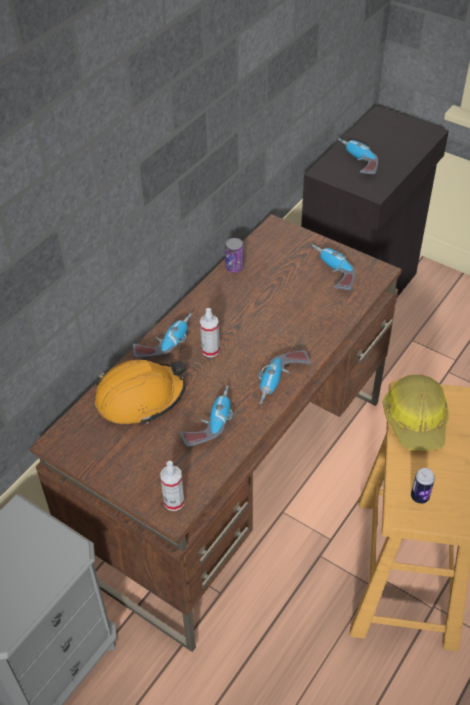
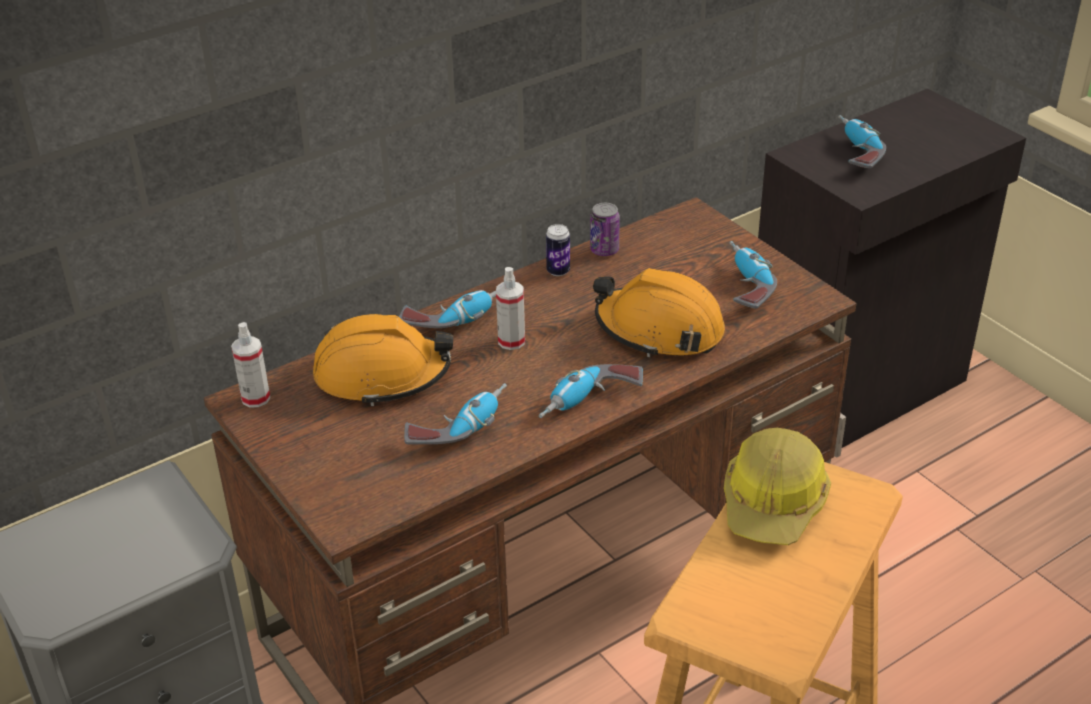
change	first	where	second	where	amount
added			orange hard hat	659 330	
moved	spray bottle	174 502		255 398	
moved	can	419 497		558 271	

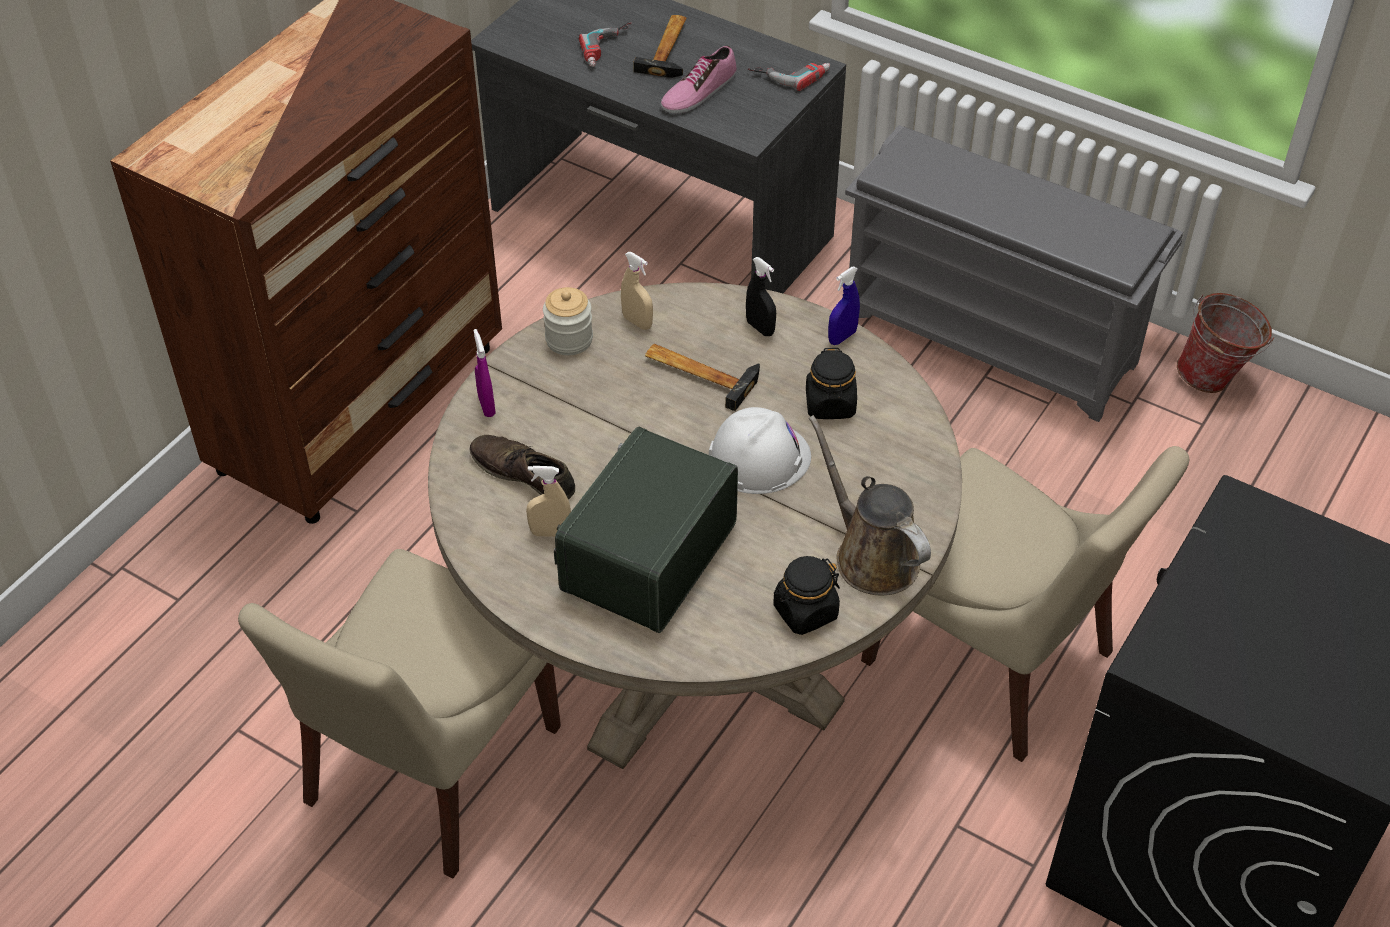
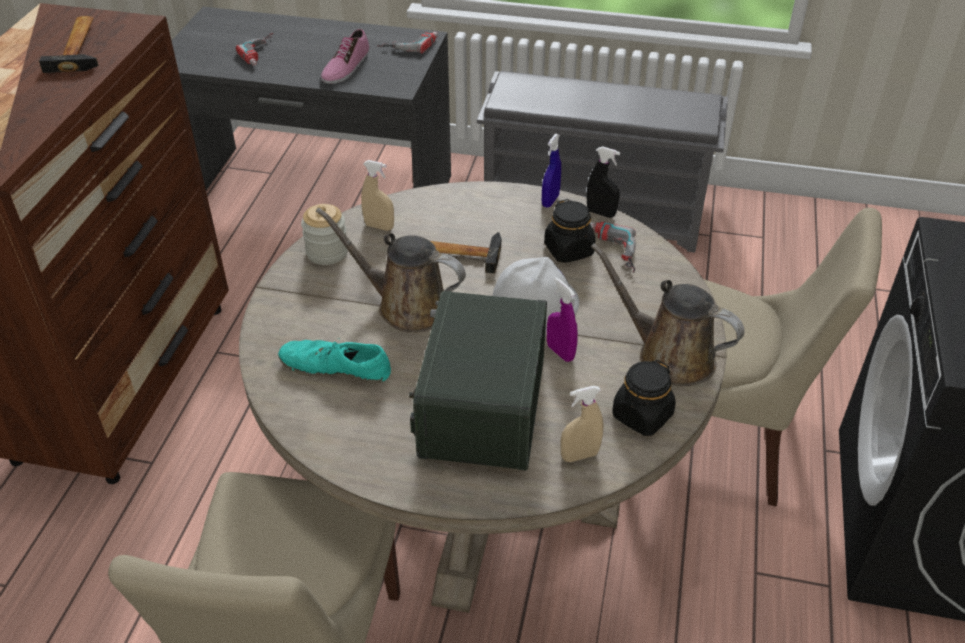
change	first	where	second	where	amount
removed	bucket	1215 379			
added			brown watering can	406 306	
added			power drill	608 251	
moved	purple spray bottle	486 406		560 352	
moved	beige spray bottle	550 533		579 455	
moved	hammer	669 48		80 46	
moved	black spray bottle	760 328		601 213	
recoloured	brown shoe	523 474	turquoise shoe	335 367	

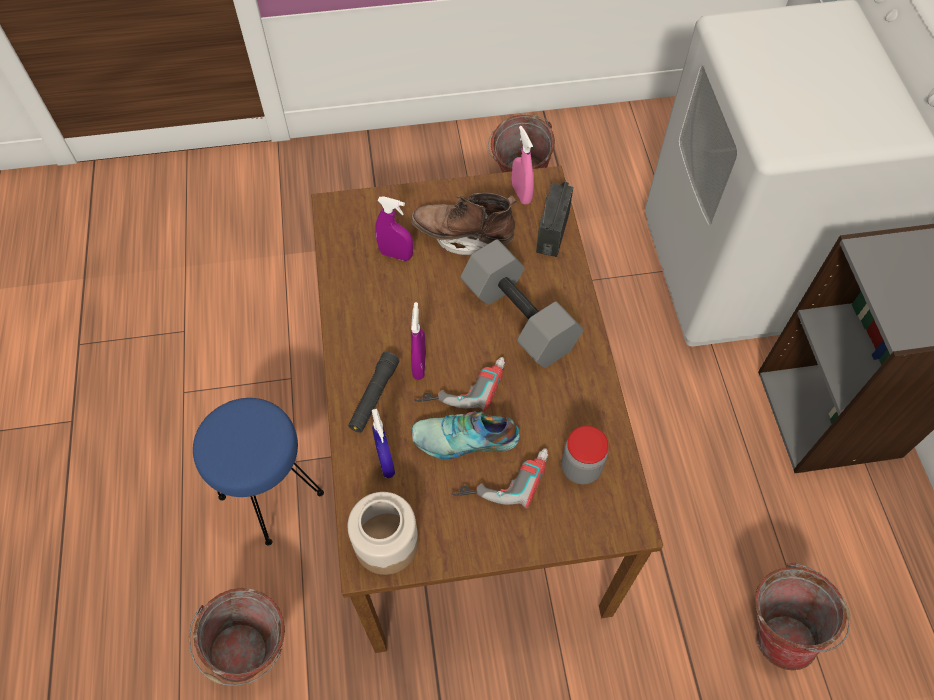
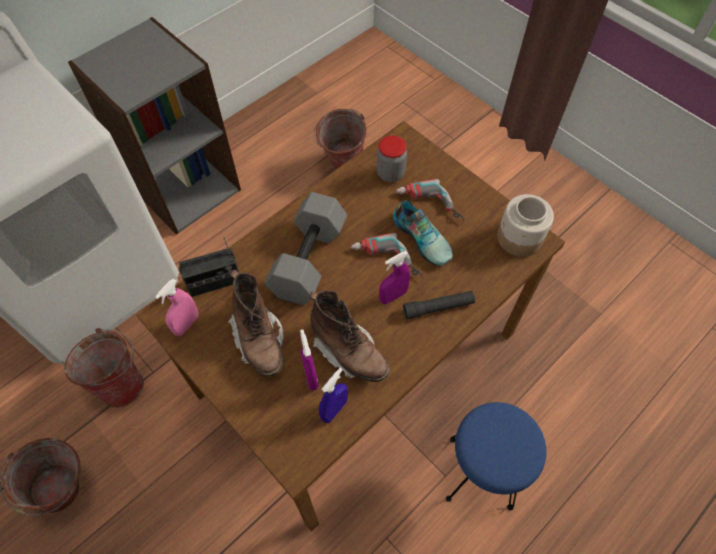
change	first	where	second	where	amount
added			brown boot	348 351	
moved	bucket	255 653		120 381	
moved	blue spray bottle	385 462		334 409	

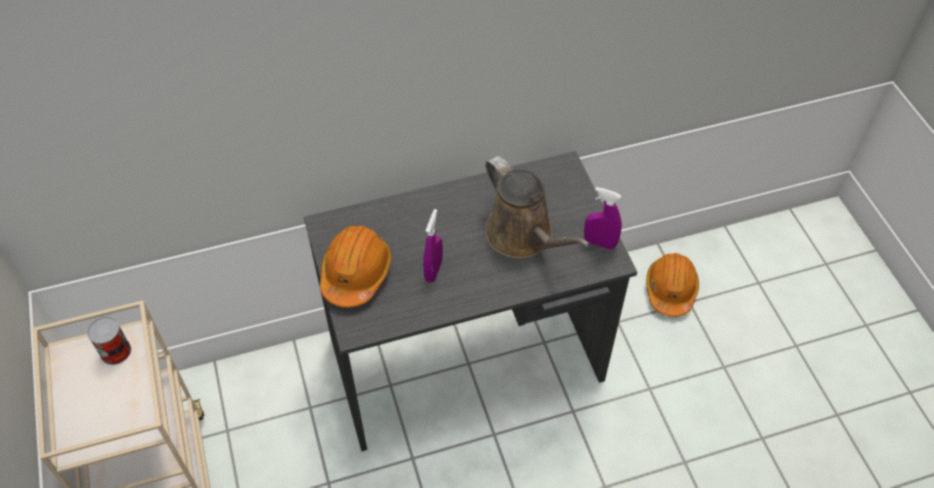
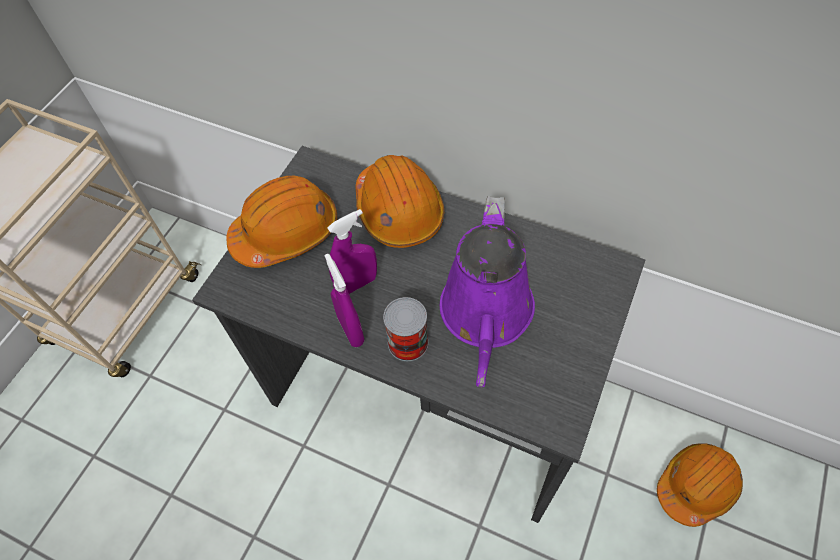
change	first	where	second	where	amount
added			orange hard hat	399 210	
moved	can	115 351		408 342	
moved	purple spray bottle	599 243		351 330	
recoloured	brown watering can	523 236	purple watering can	486 316	

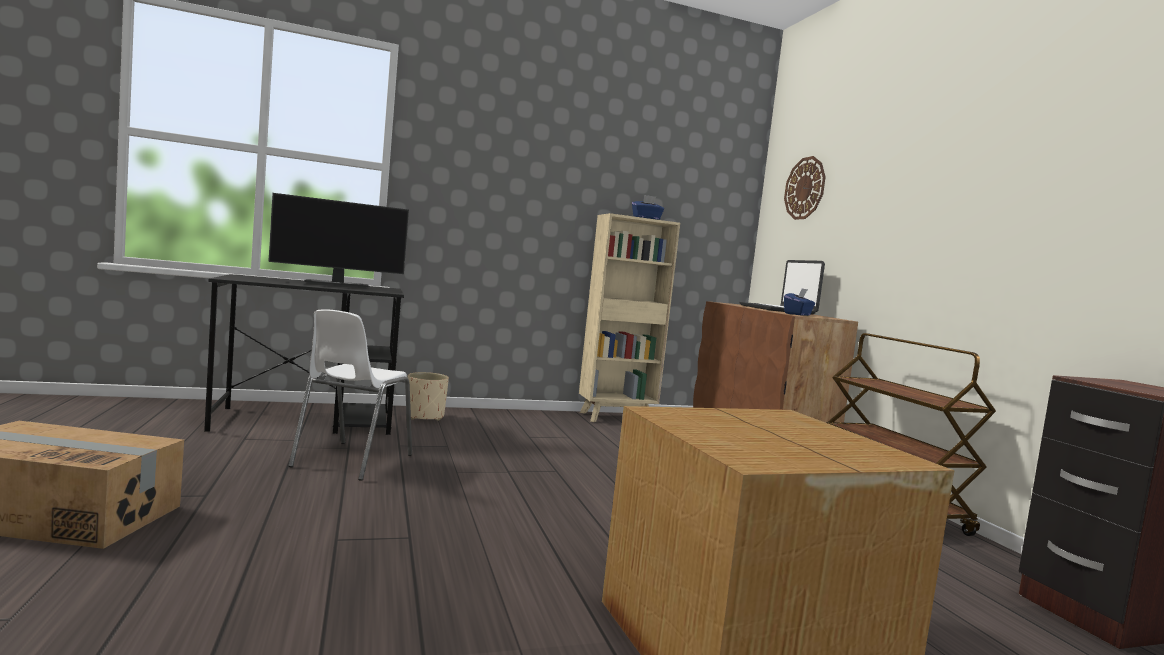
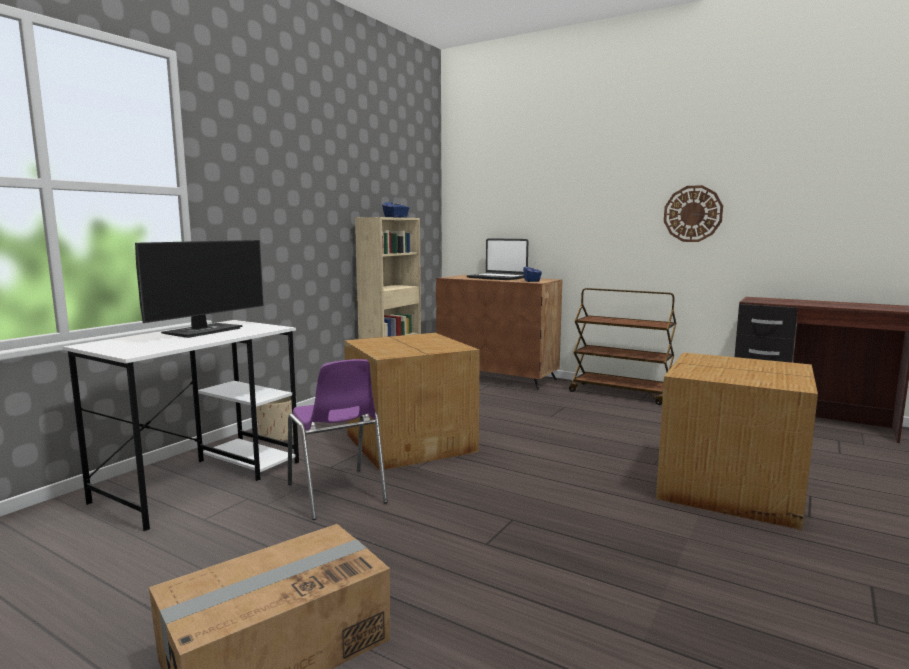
change	first	where	second	where	amount
added			cardboard box	411 442	
moved	wall clock	805 188		692 214	
recoloured	black desk	307 421	white desk	202 480	
recoloured	white chair	351 461	purple chair	337 494	

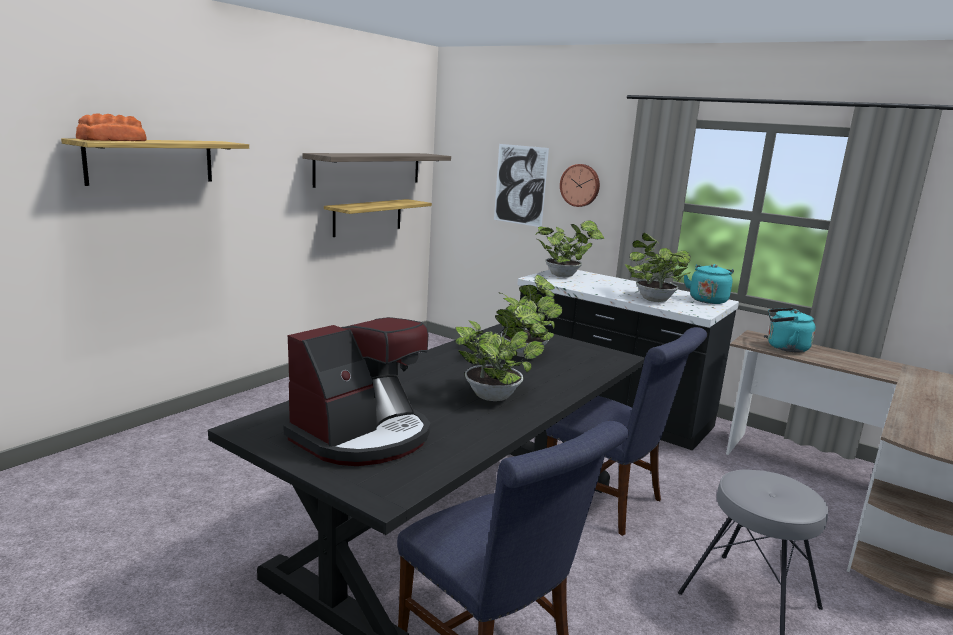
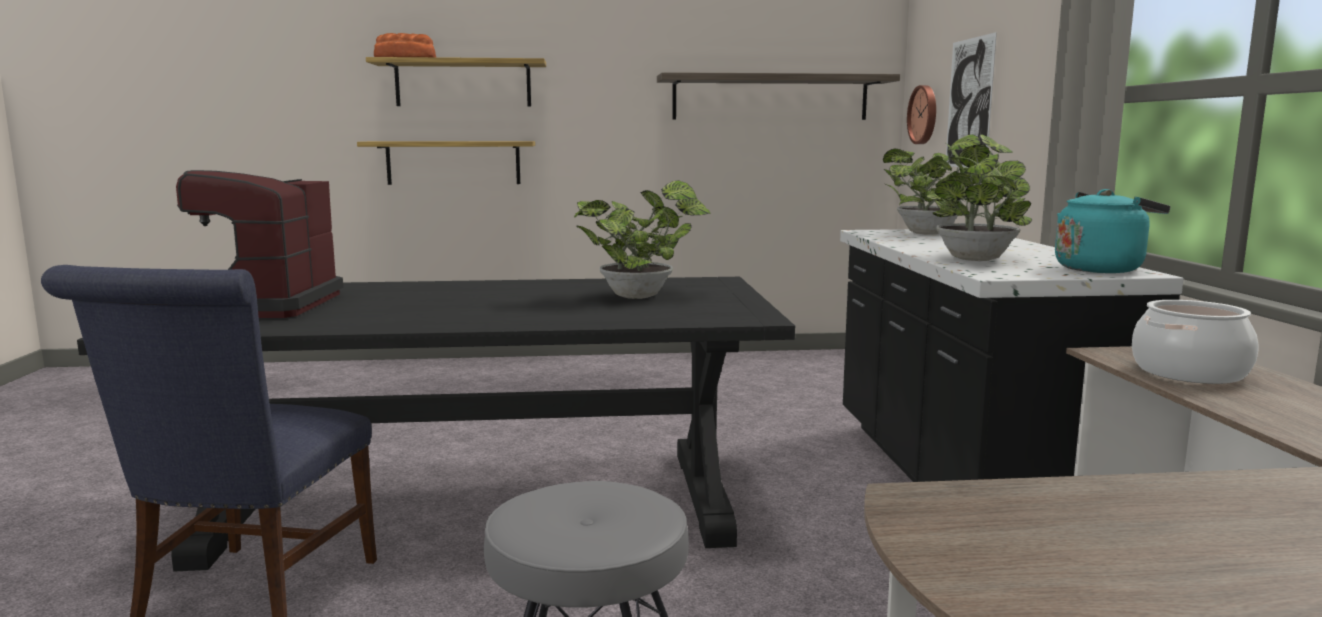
change	first	where	second	where	amount
removed	potted plant	496 395			
removed	blue chair	609 502			
moved	shelf	368 217		453 162	
moved	wall clock	580 185		924 115	
replaced	turquoise kettle	784 347	cooking pot	1189 372	
turned	coffee machine	362 437		262 305	90 degrees clockwise

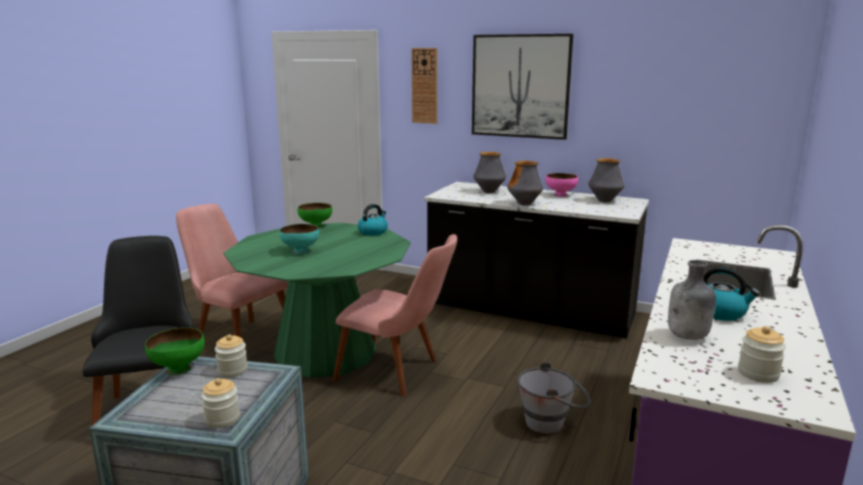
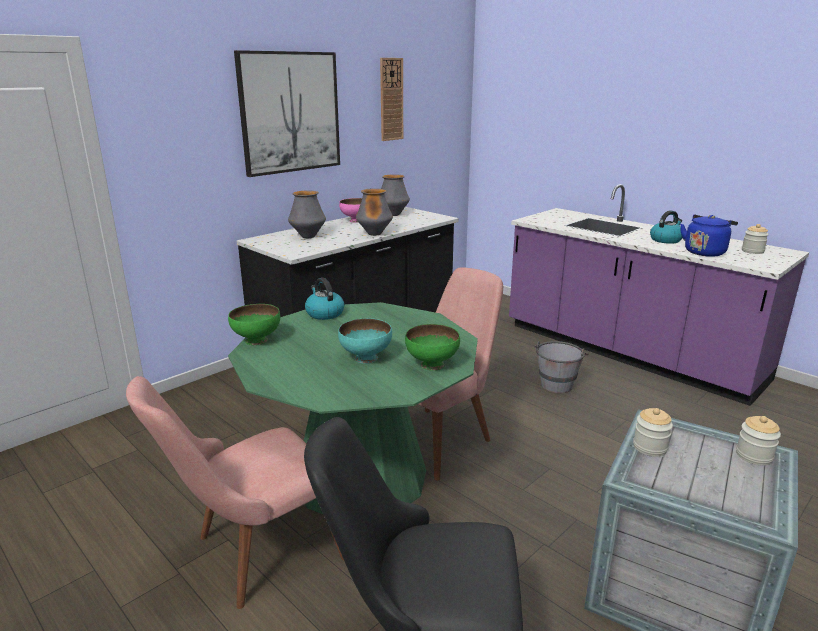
change	first	where	second	where	amount
moved	green bowl	179 368		432 364	
moved	wall clock	424 86		391 99	
replaced	grey bottle	688 336	blue kettle	705 252	

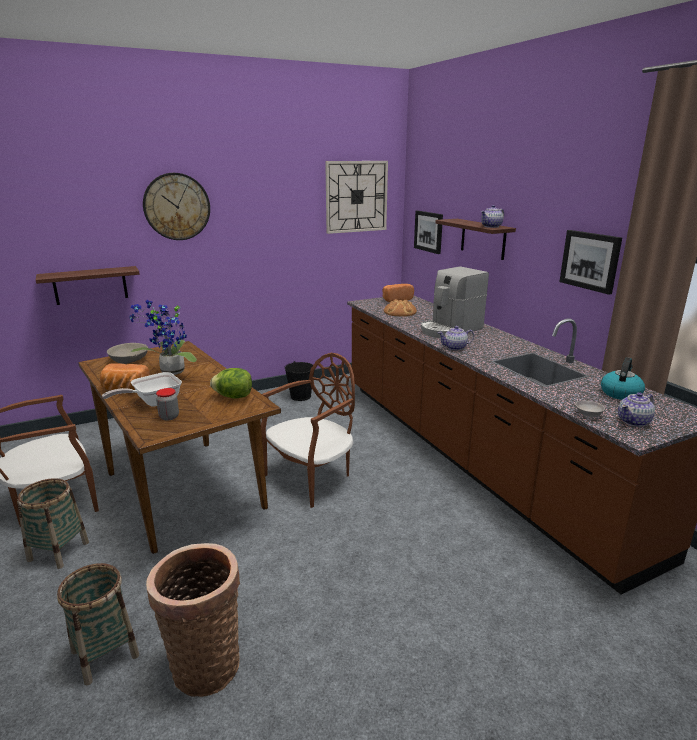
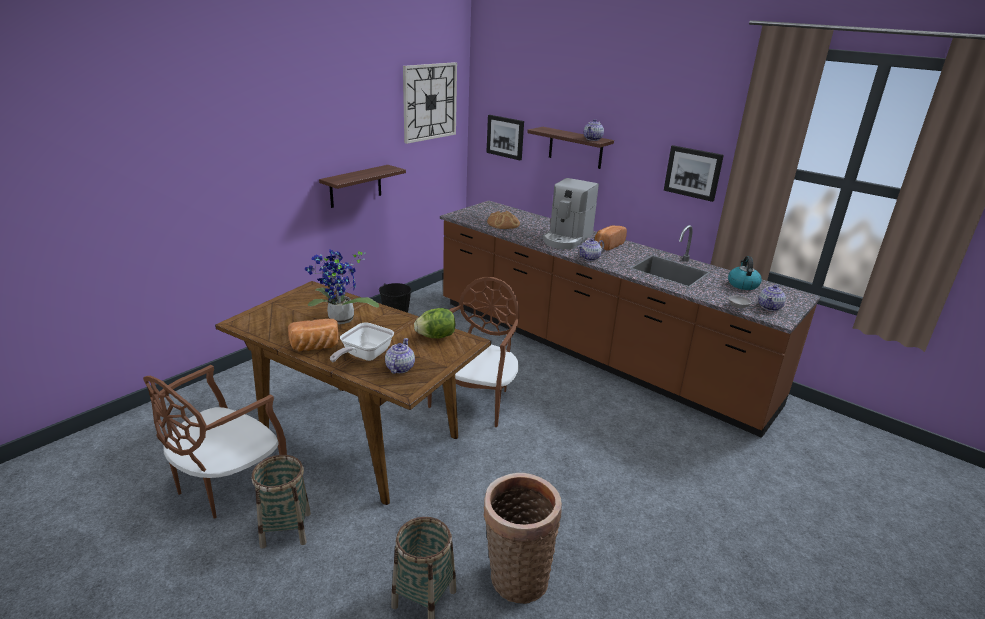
change	first	where	second	where	amount
removed	grey bowl	129 360			
removed	wall clock	177 206			
moved	shelf	90 285		355 186	
moved	bread	396 299		608 245	
replaced	jar	169 417	teapot	399 368	

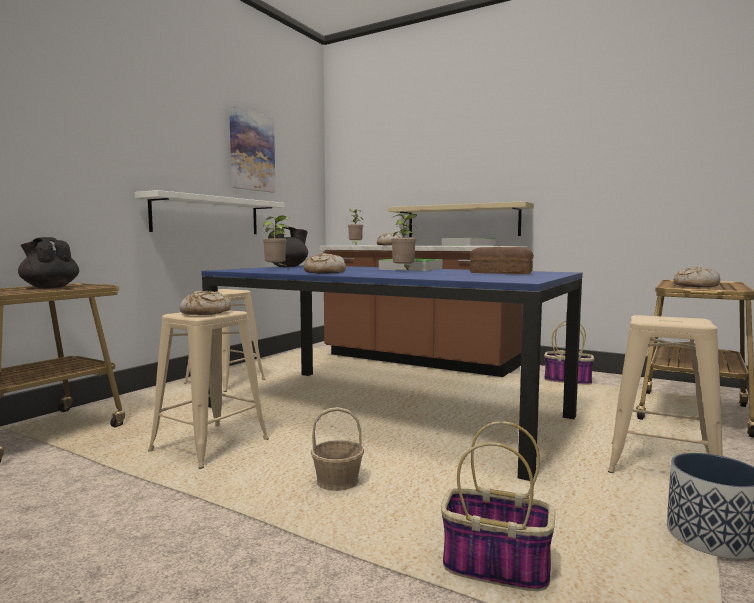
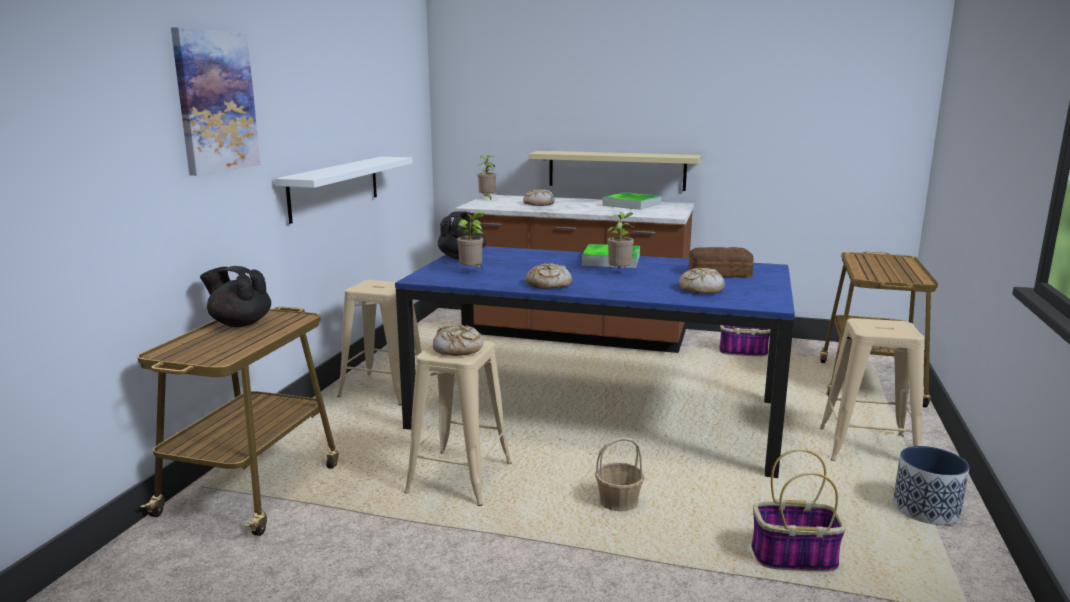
change	first	where	second	where	amount
moved	picture	251 151		215 101	
moved	bread	695 286		700 289	

